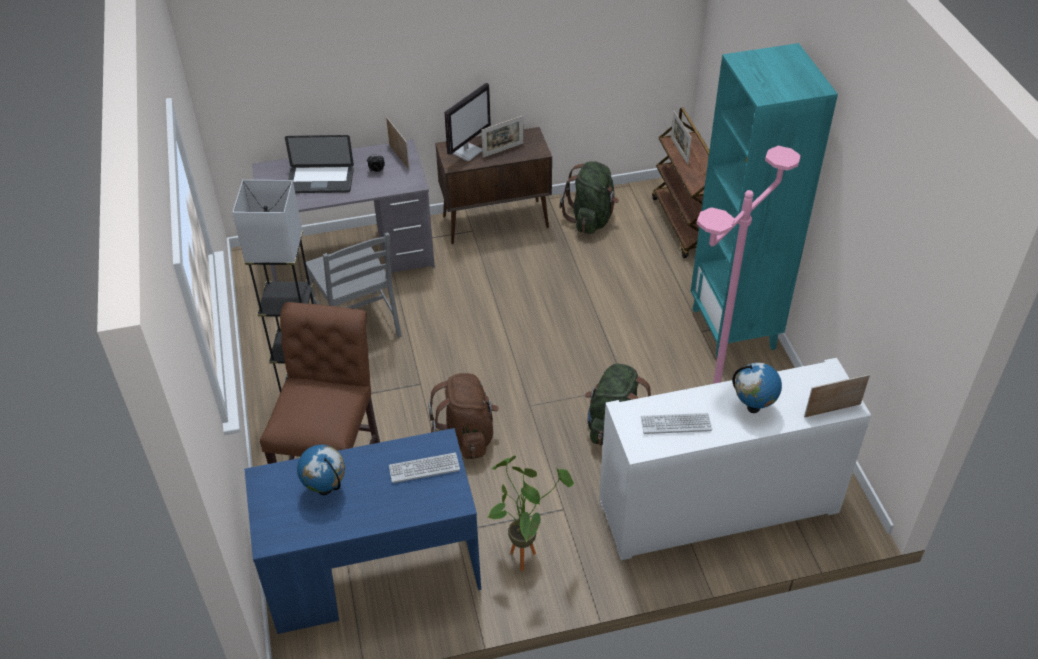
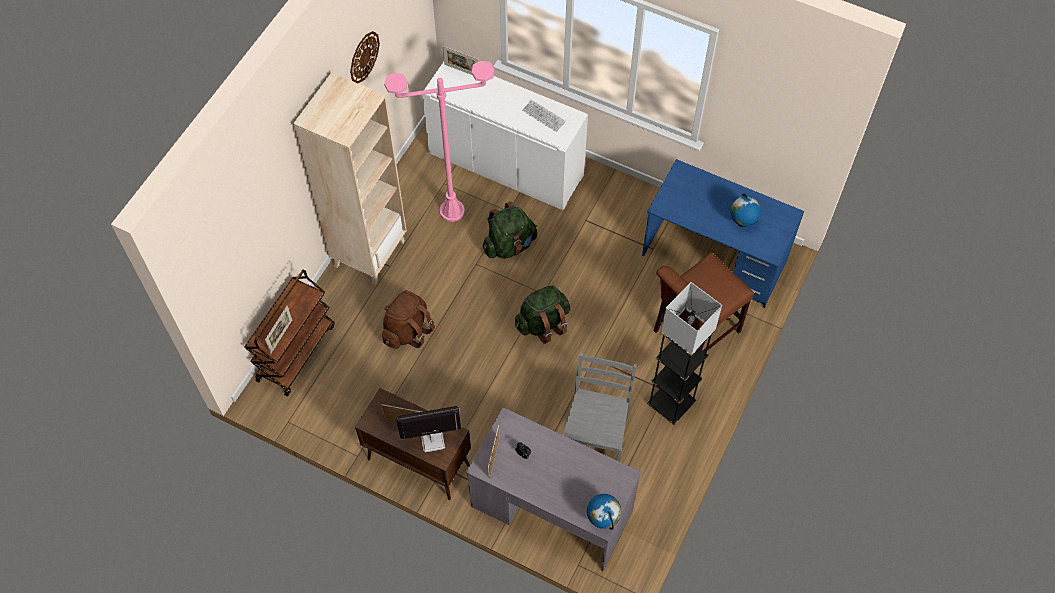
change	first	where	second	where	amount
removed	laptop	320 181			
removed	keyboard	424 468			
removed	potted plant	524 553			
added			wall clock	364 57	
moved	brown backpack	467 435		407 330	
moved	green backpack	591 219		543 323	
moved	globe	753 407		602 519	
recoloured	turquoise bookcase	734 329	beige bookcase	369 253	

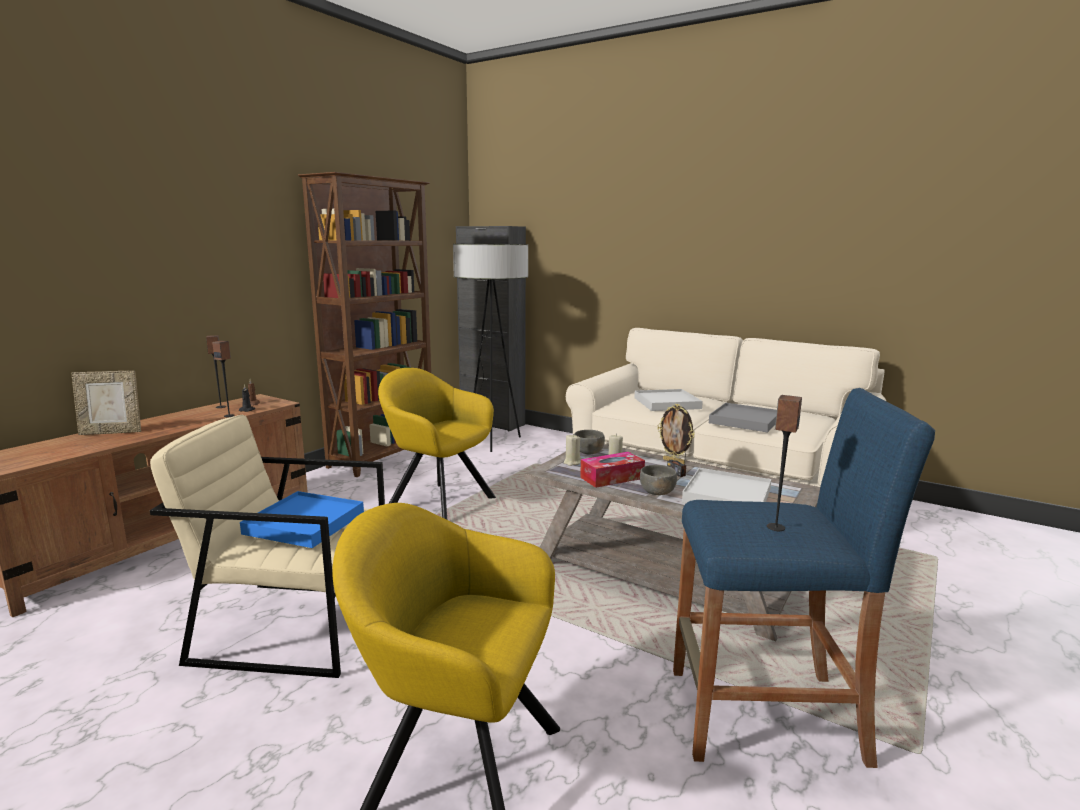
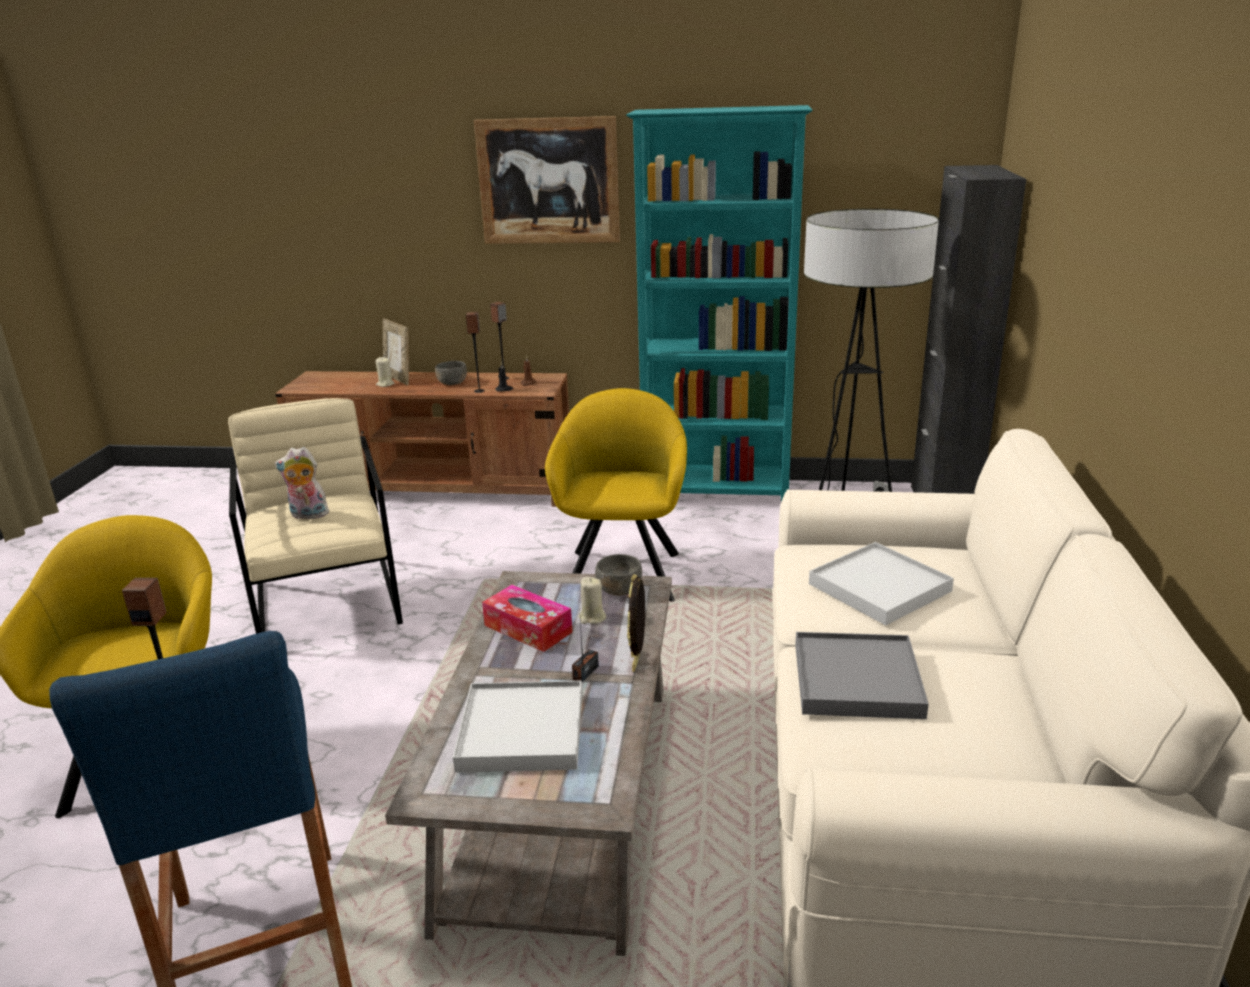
change	first	where	second	where	amount
added			picture	548 181	
moved	beige candle	572 462		385 384	
moved	grey bowl	657 492		452 383	
replaced	blue tray	304 523	plush toy	307 515	
recoloured	brown bookcase	384 457	turquoise bookcase	717 494	

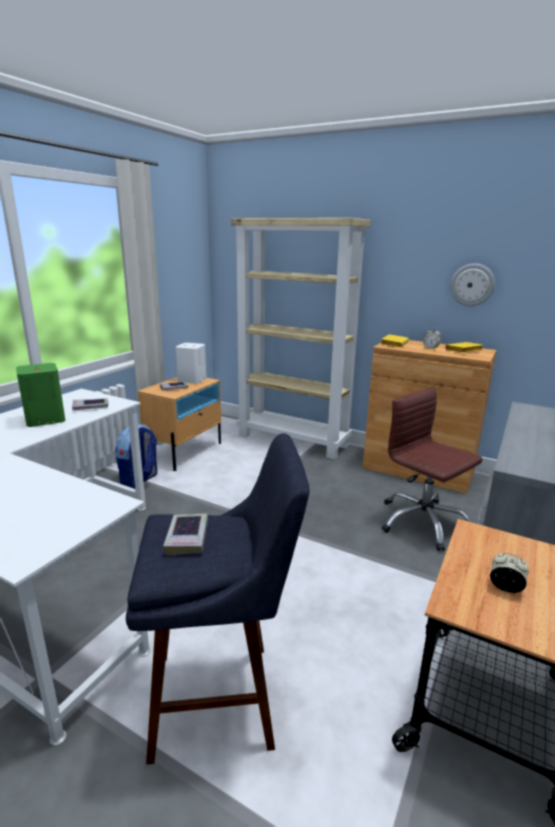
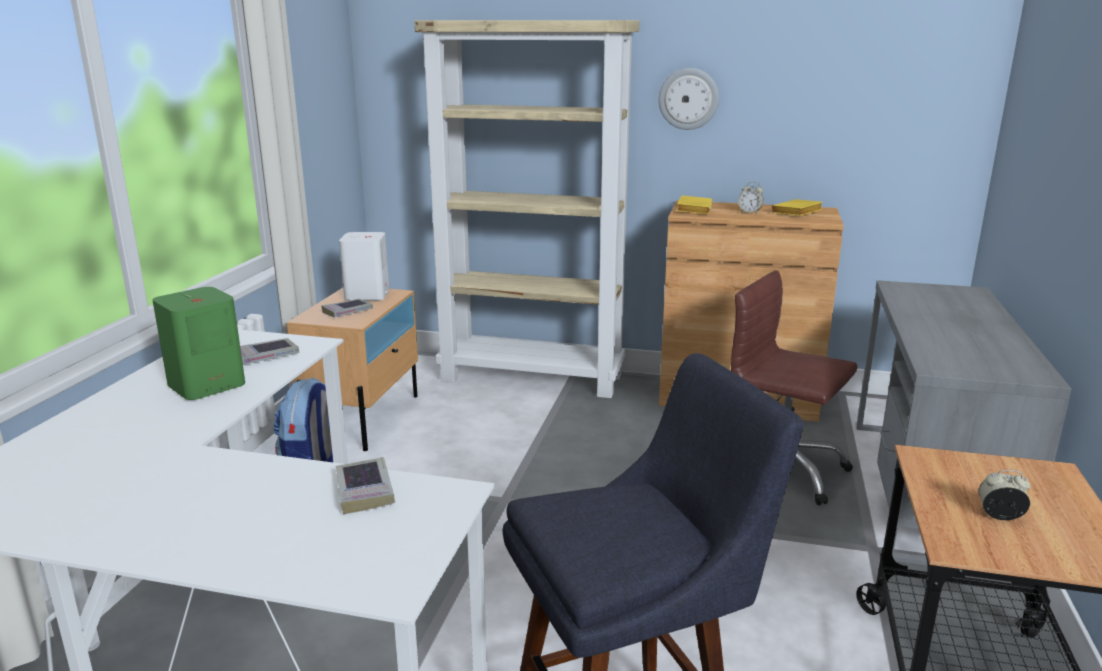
change	first	where	second	where	amount
moved	book	187 537		365 491	
moved	wall clock	472 285		688 99	

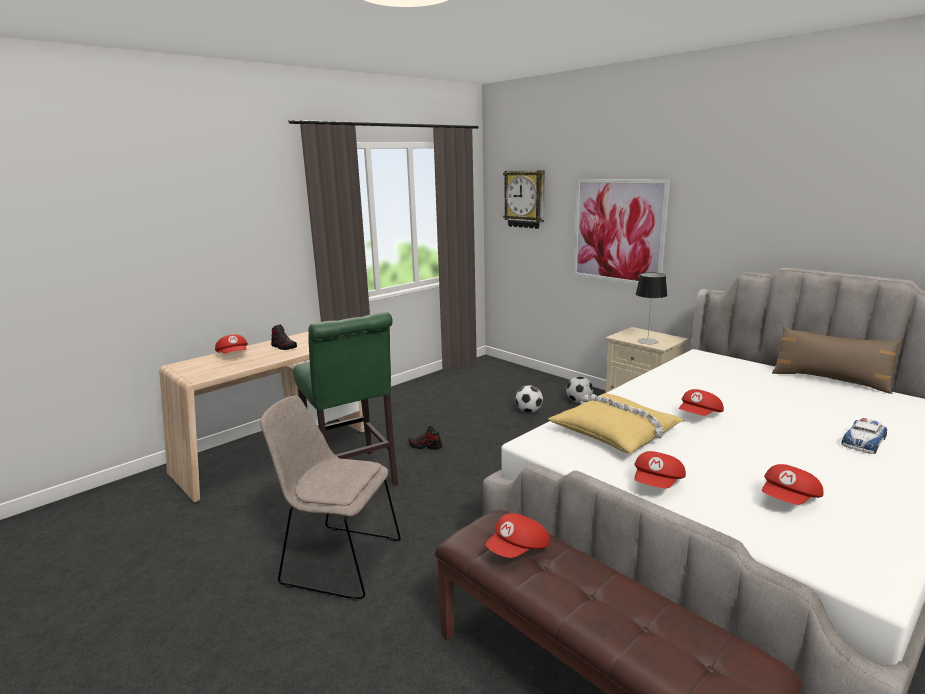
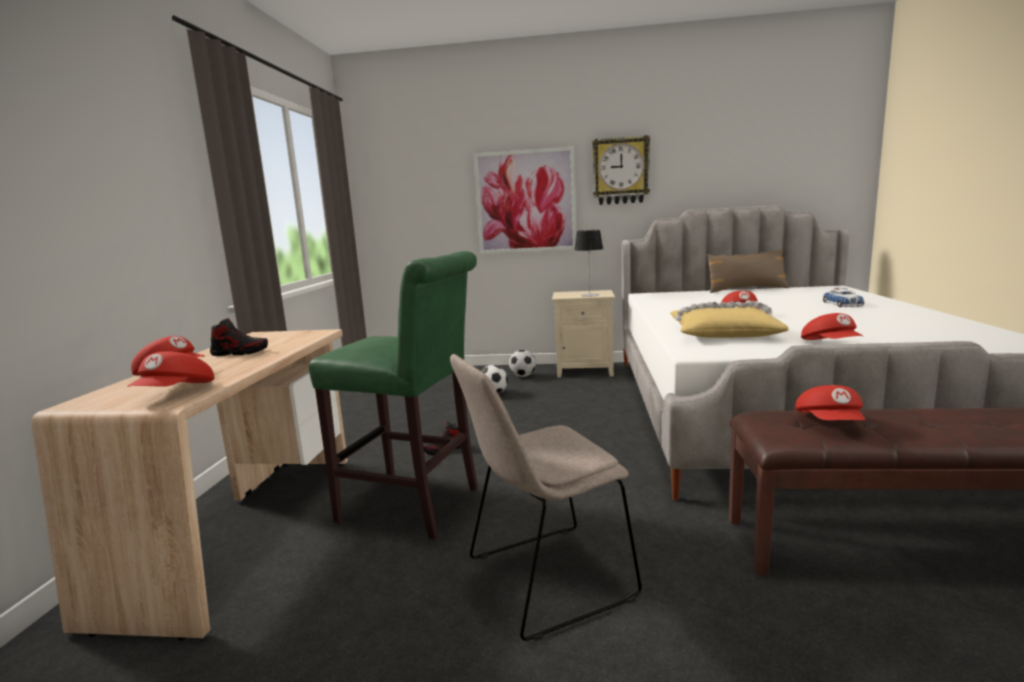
change	first	where	second	where	amount
moved	wall clock	525 199		620 171	
moved	red cap	789 500		176 393	

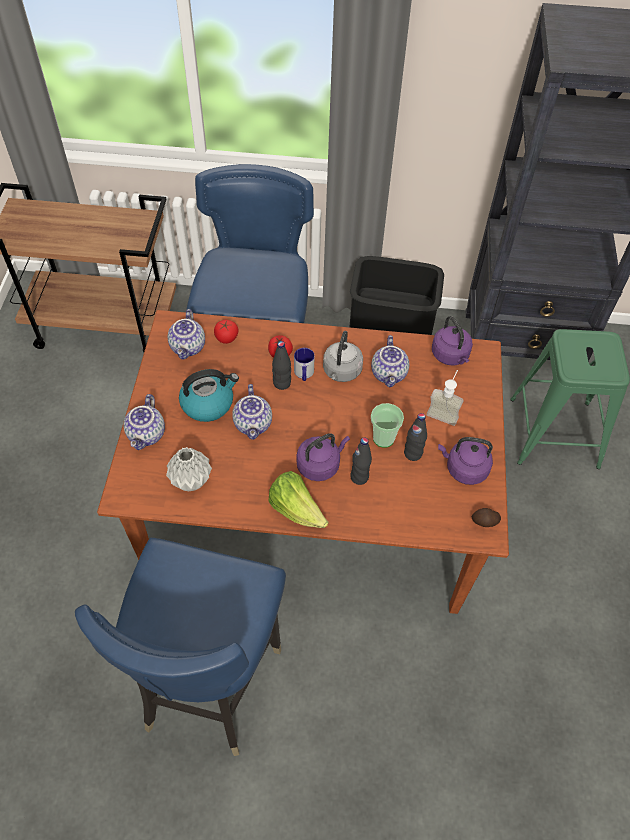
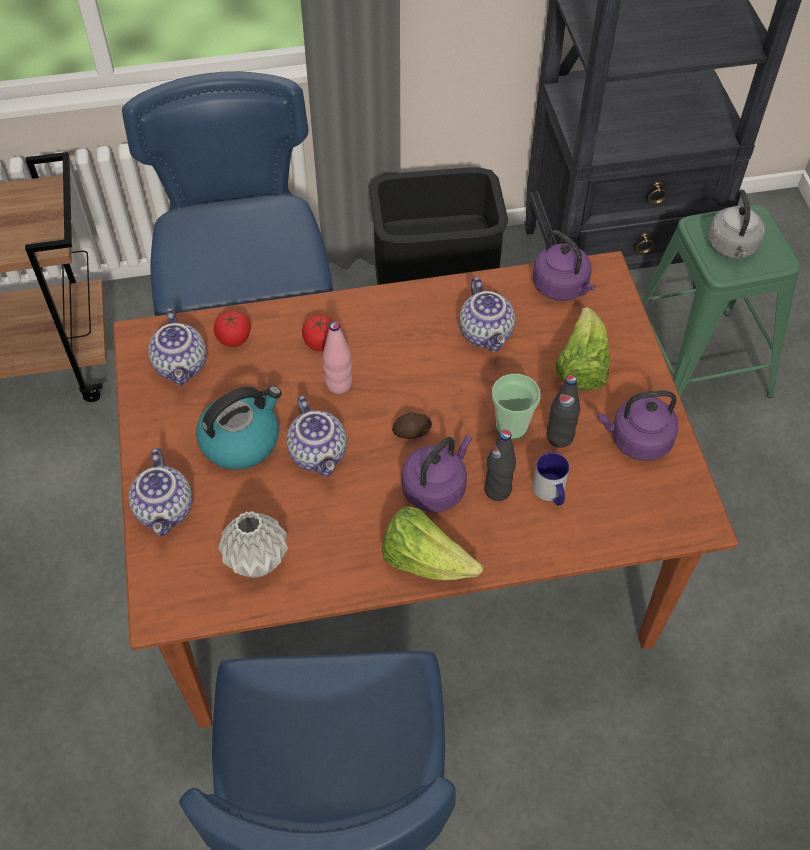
change	first	where	second	where	amount
moved	mug	304 374		551 493	
moved	grey kettle	341 372		732 247	
moved	potato	485 522		412 432	
replaced	soap dispenser	444 412	lettuce	581 367	
recoloured	black bottle	282 383	pink bottle	339 384	

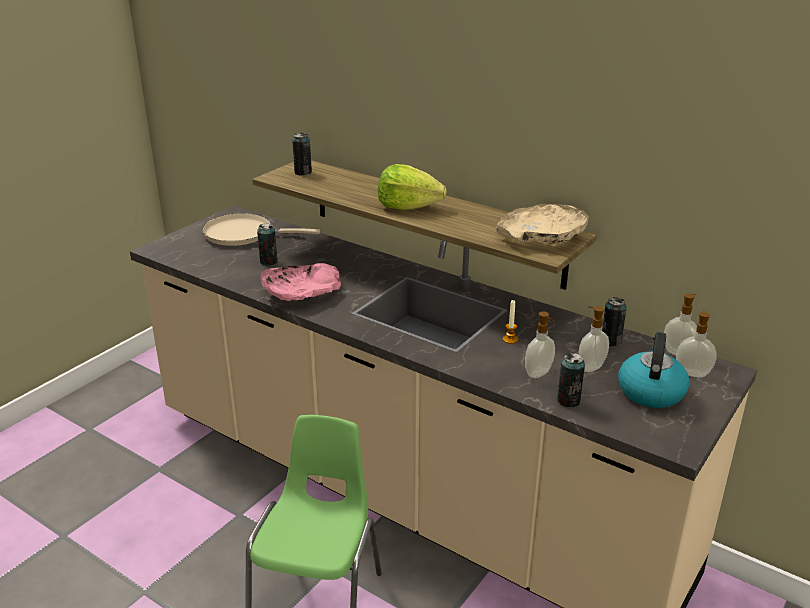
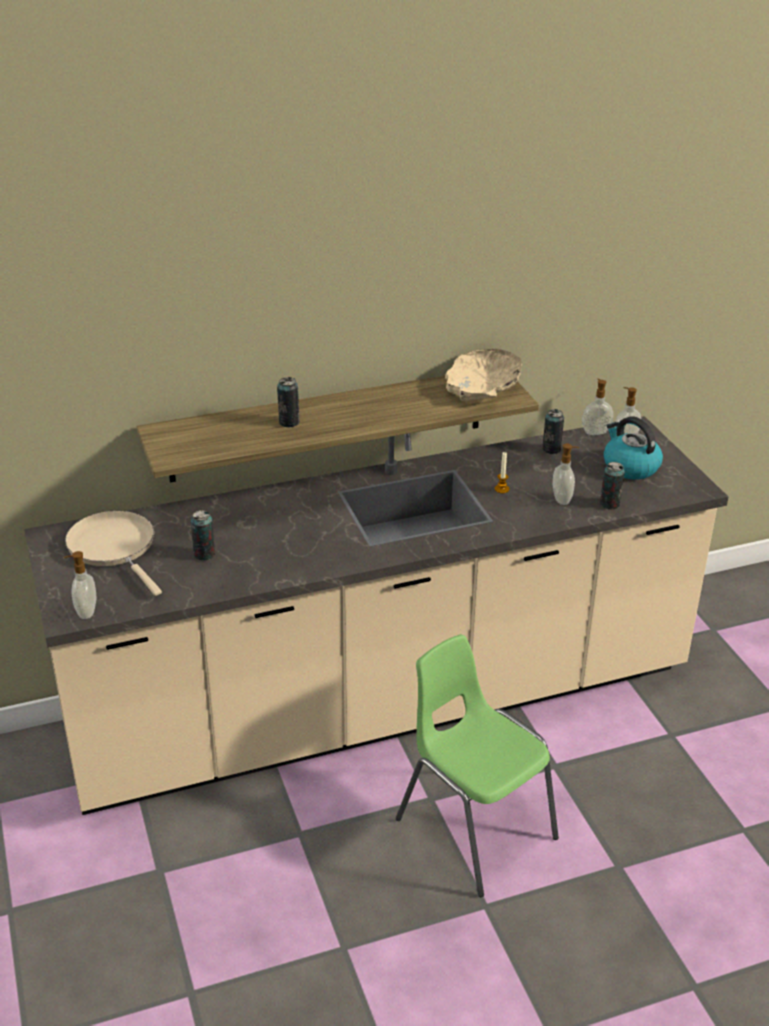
change	first	where	second	where	amount
removed	pink bowl	301 293			
removed	lettuce	408 207			
moved	can	303 172		289 422	
moved	soap dispenser	590 367		85 612	
turned	beige frying pan	243 234		114 547	105 degrees clockwise

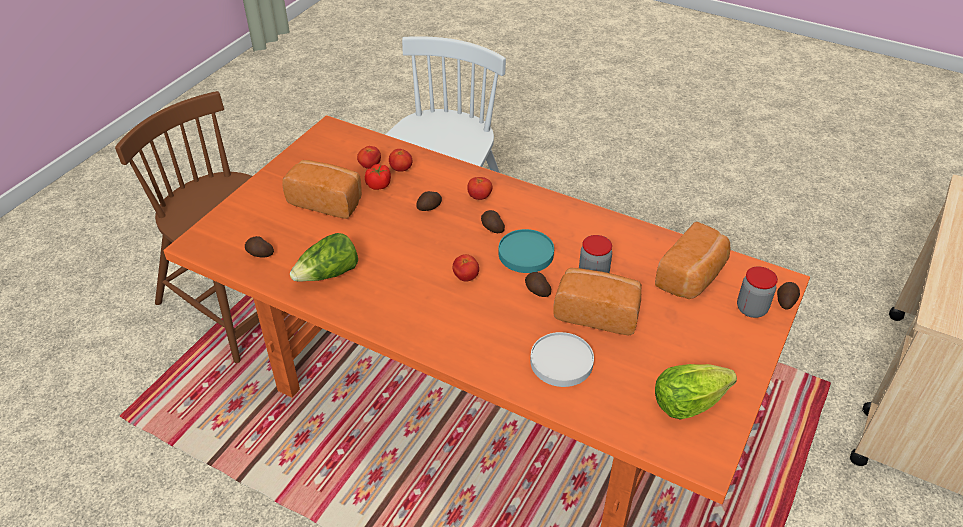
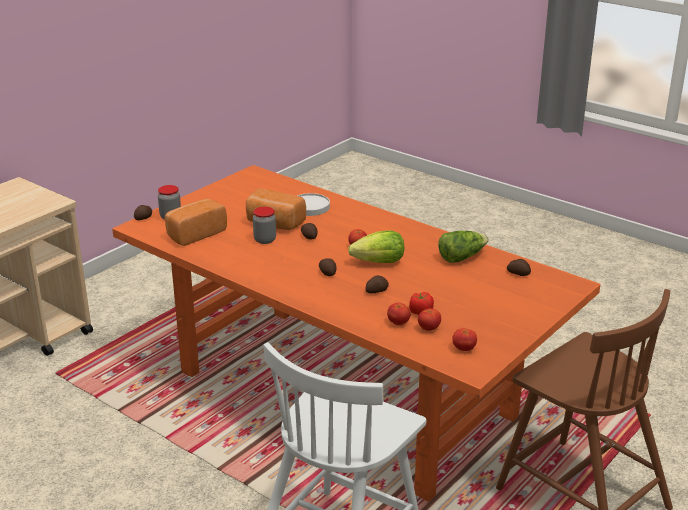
change	first	where	second	where	amount
removed	bread	327 201			
removed	turquoise plate	525 253			
moved	tomato	479 197		464 349	
moved	lettuce	687 403		379 262	

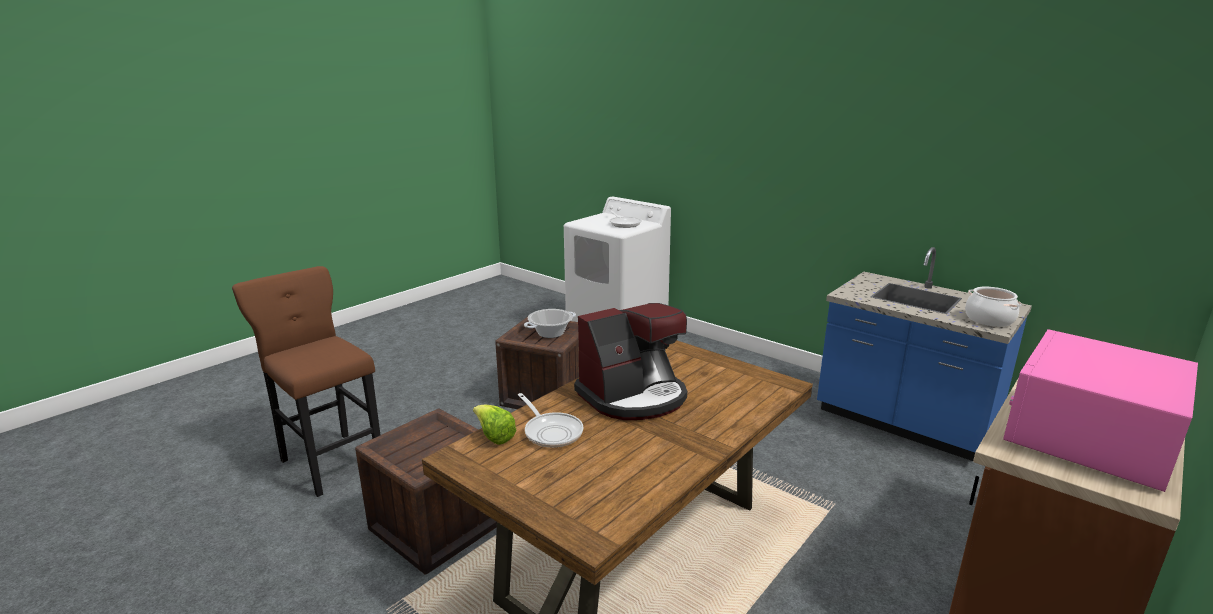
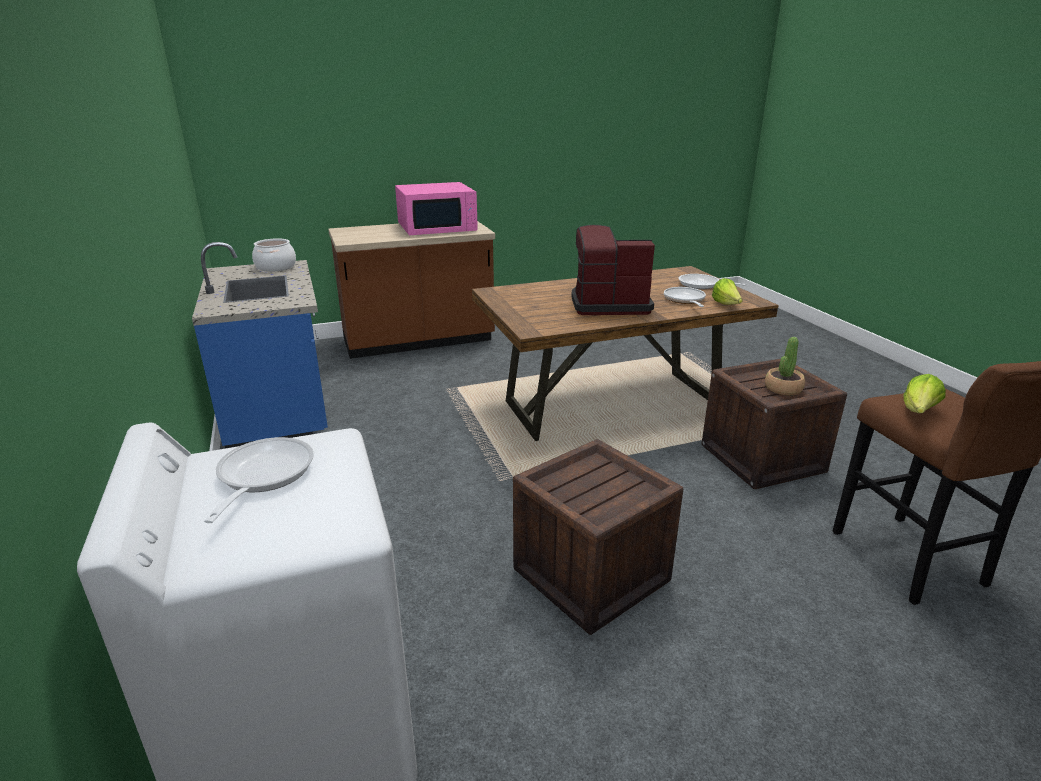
change	first	where	second	where	amount
removed	cooking pot	551 333			
added			frying pan	702 285	
added			potted plant	783 388	
added			lettuce	918 412	

